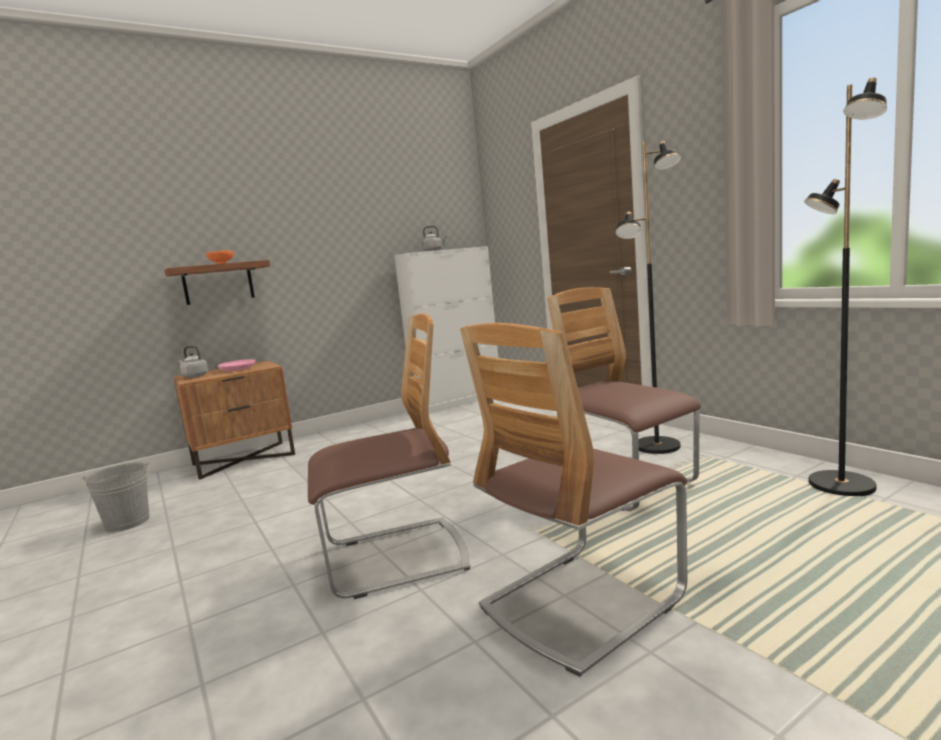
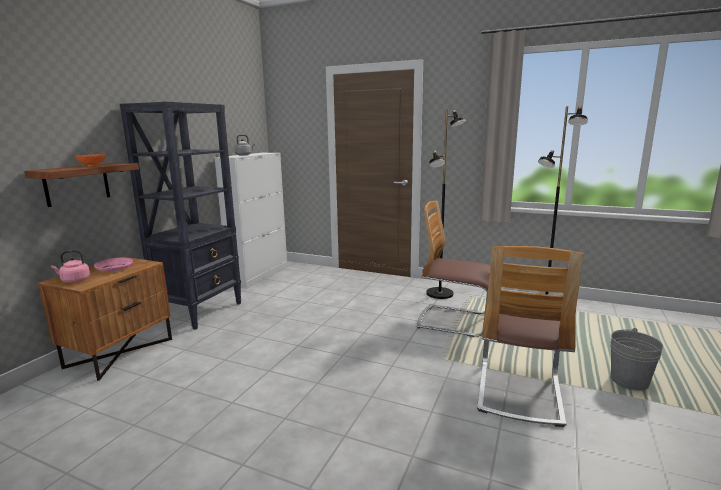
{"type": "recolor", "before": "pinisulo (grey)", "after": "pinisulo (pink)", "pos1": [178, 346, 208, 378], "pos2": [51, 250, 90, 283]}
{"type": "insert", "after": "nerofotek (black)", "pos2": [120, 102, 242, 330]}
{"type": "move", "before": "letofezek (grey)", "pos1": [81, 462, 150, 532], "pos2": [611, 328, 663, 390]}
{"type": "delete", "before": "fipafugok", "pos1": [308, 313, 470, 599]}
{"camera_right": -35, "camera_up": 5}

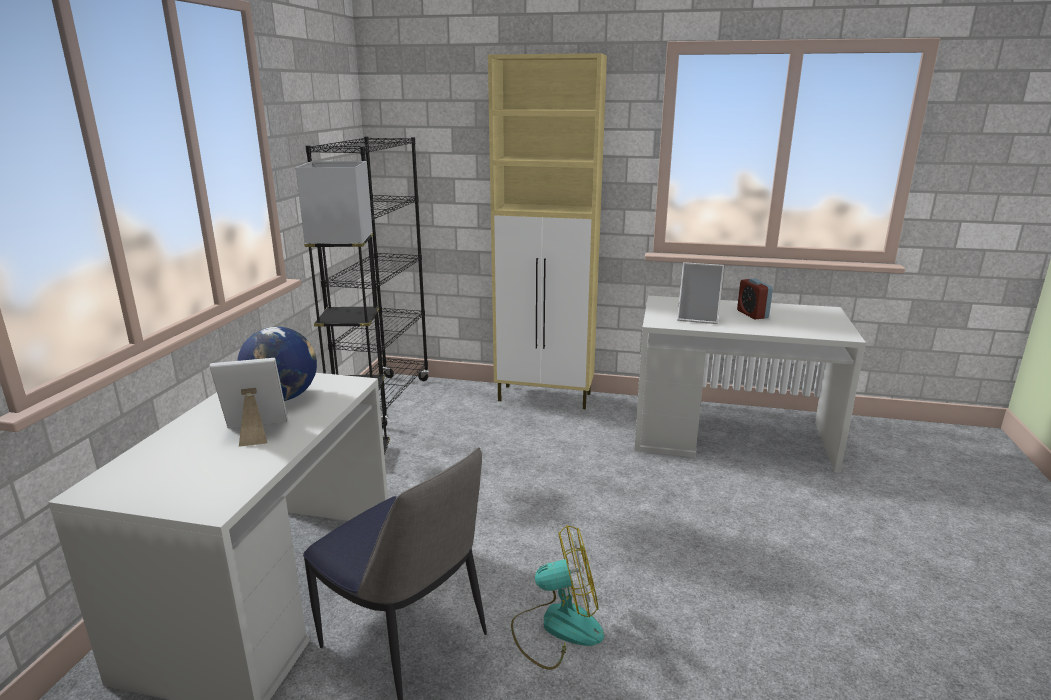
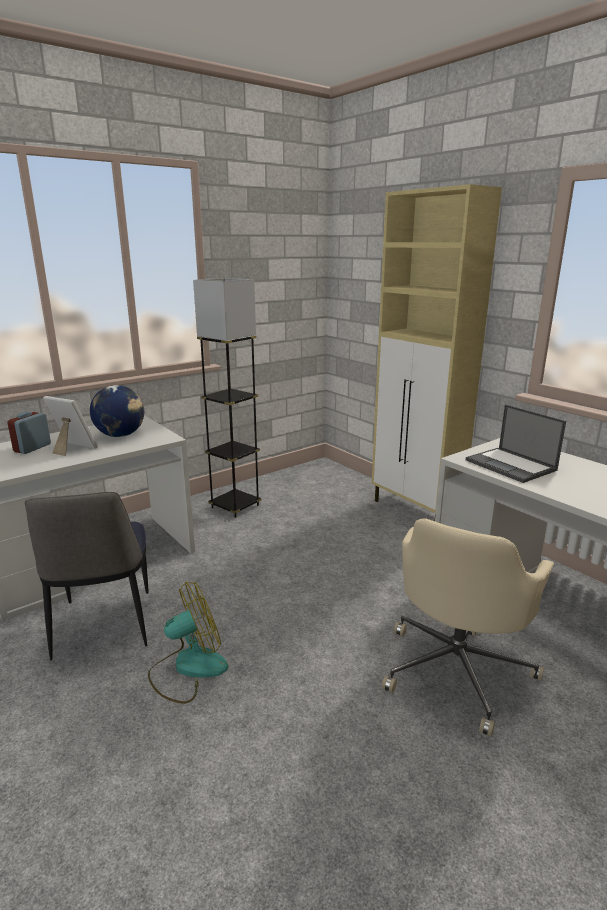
{"type": "move", "before": "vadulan", "pos1": [737, 278, 773, 320], "pos2": [7, 412, 51, 454]}
{"type": "rotate", "before": "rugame", "pos1": [511, 525, 604, 670], "pos2": [148, 582, 228, 704], "turn": -60}
{"type": "insert", "after": "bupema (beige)", "pos2": [382, 519, 554, 736]}
{"type": "replace", "before": "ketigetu", "after": "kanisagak", "pos1": [677, 262, 724, 324], "pos2": [466, 404, 566, 483]}
{"type": "delete", "before": "nerofotek (black)", "pos1": [306, 137, 429, 428]}
{"camera_right": 40, "camera_up": 0}

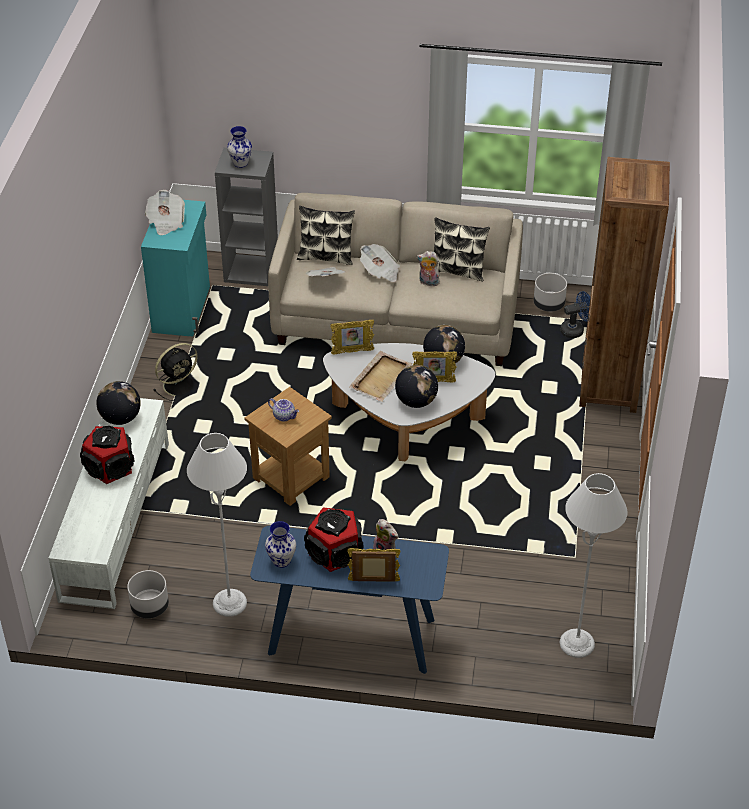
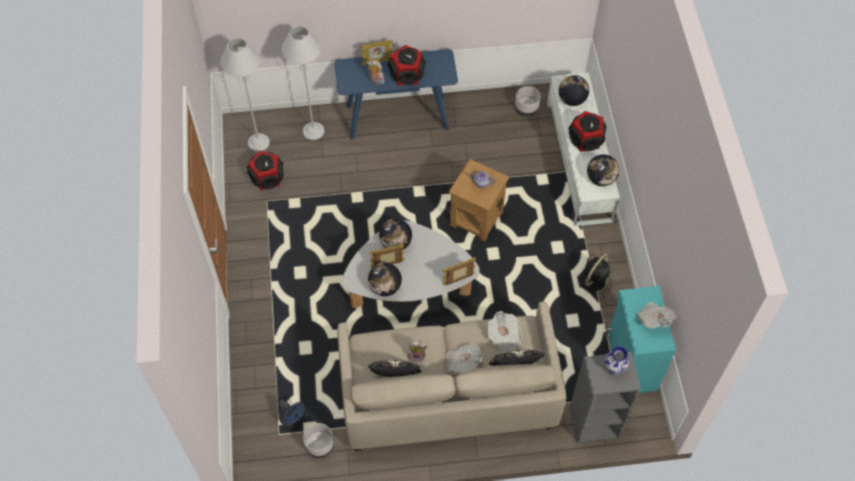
{"type": "insert", "after": "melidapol", "pos2": [247, 151, 284, 191]}
{"type": "rotate", "before": "rugame (blue)", "pos1": [560, 291, 590, 338], "pos2": [278, 399, 305, 427], "turn": -105}
{"type": "move", "before": "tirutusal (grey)", "pos1": [187, 433, 247, 617], "pos2": [282, 26, 325, 140]}
{"type": "insert", "after": "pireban", "pos2": [559, 75, 589, 106]}
{"type": "delete", "before": "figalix", "pos1": [265, 521, 296, 568]}
{"type": "delete", "before": "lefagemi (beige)", "pos1": [349, 351, 412, 402]}
{"type": "delete", "before": "nerofotek (brown)", "pos1": [579, 157, 670, 413]}
{"camera_right": 165, "camera_up": 15}

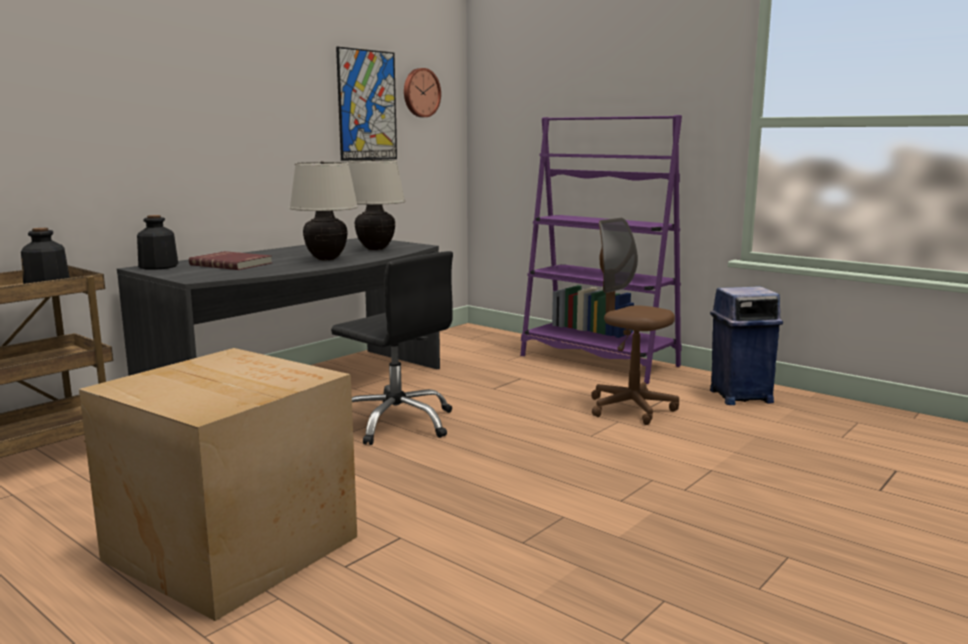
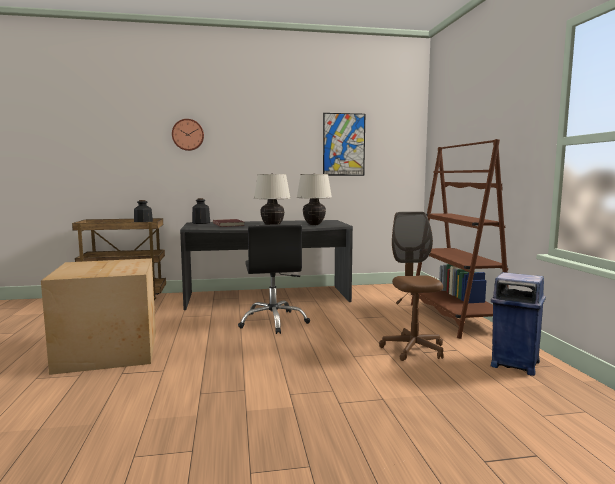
{"type": "move", "before": "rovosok", "pos1": [404, 68, 441, 117], "pos2": [172, 119, 204, 151]}
{"type": "recolor", "before": "nerofotek (purple)", "after": "nerofotek (brown)", "pos1": [520, 115, 682, 384], "pos2": [411, 139, 509, 339]}
{"camera_right": 40, "camera_up": -5}

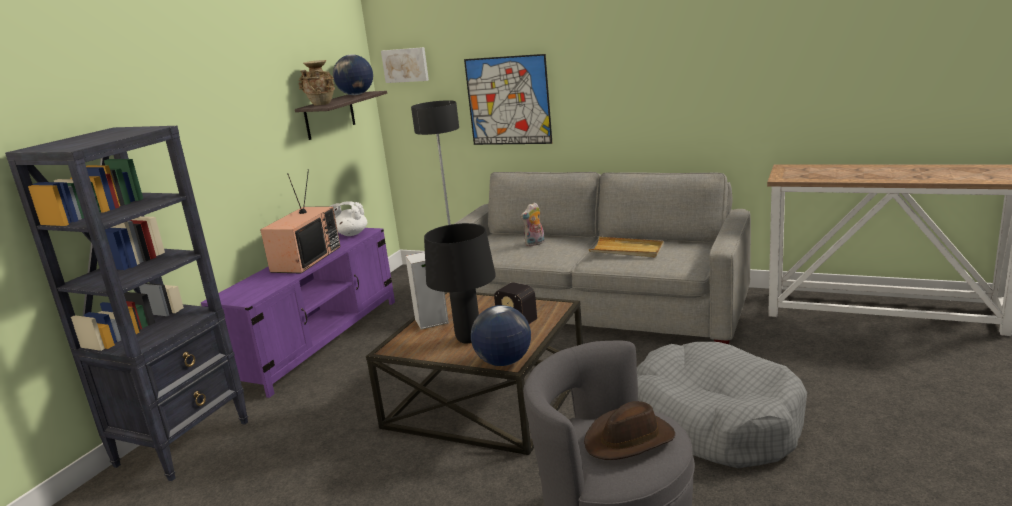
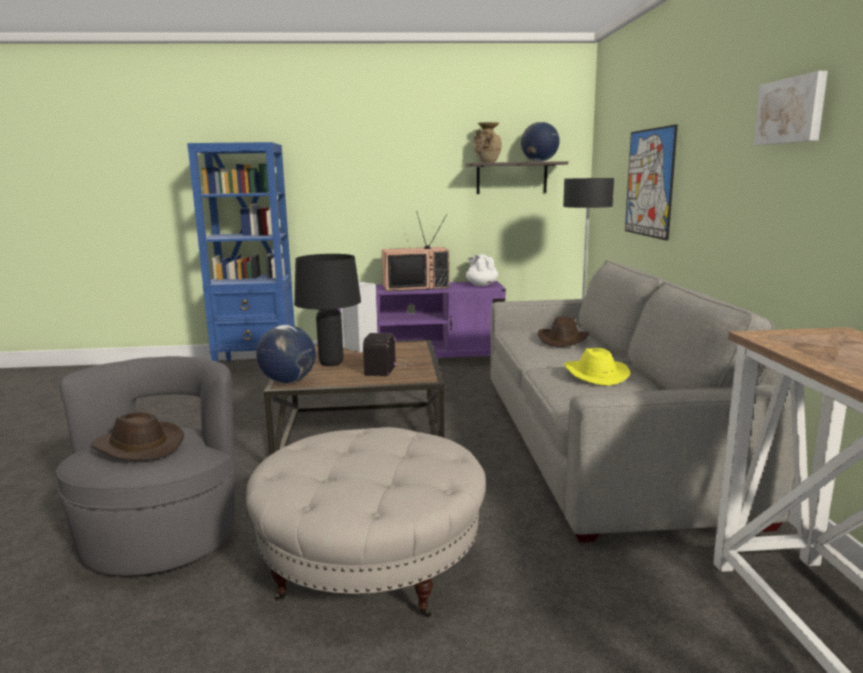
{"type": "recolor", "before": "nerofotek (black)", "after": "nerofotek (blue)", "pos1": [5, 126, 248, 481], "pos2": [187, 142, 295, 362]}
{"type": "replace", "before": "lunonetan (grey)", "after": "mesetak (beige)", "pos1": [637, 342, 807, 468], "pos2": [246, 427, 486, 618]}
{"type": "replace", "before": "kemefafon", "after": "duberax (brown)", "pos1": [520, 202, 545, 247], "pos2": [538, 317, 590, 347]}
{"type": "replace", "before": "lefagemi (beige)", "after": "duberax (yellow)", "pos1": [589, 237, 664, 257], "pos2": [564, 348, 631, 386]}
{"type": "move", "before": "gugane", "pos1": [381, 47, 429, 83], "pos2": [753, 71, 828, 145]}
{"camera_right": 60, "camera_up": -5}

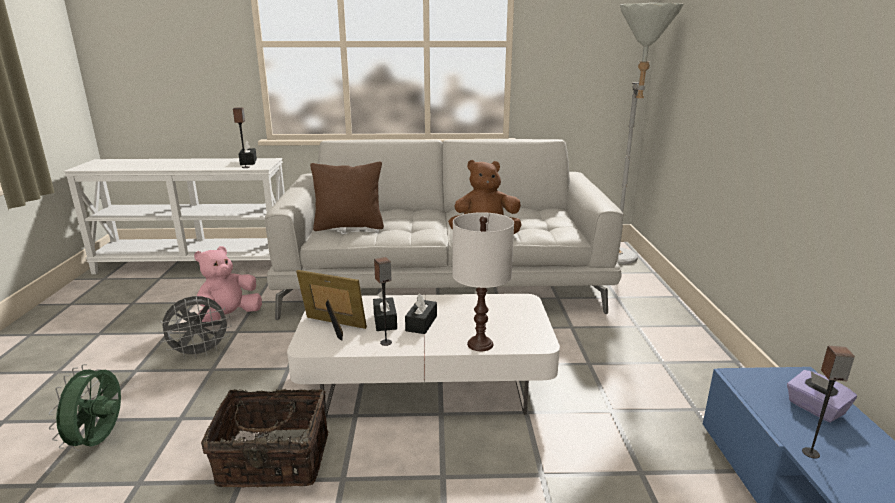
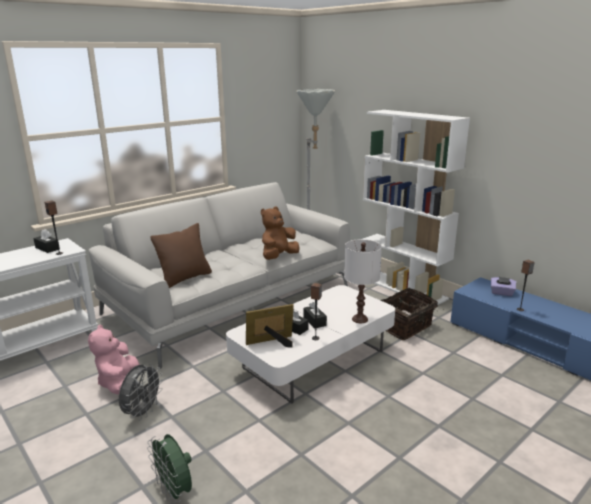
{"type": "insert", "after": "nerofotek (white)", "pos2": [363, 110, 470, 305]}
{"type": "move", "before": "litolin", "pos1": [201, 388, 329, 488], "pos2": [381, 288, 444, 340]}
{"camera_right": -40, "camera_up": 0}

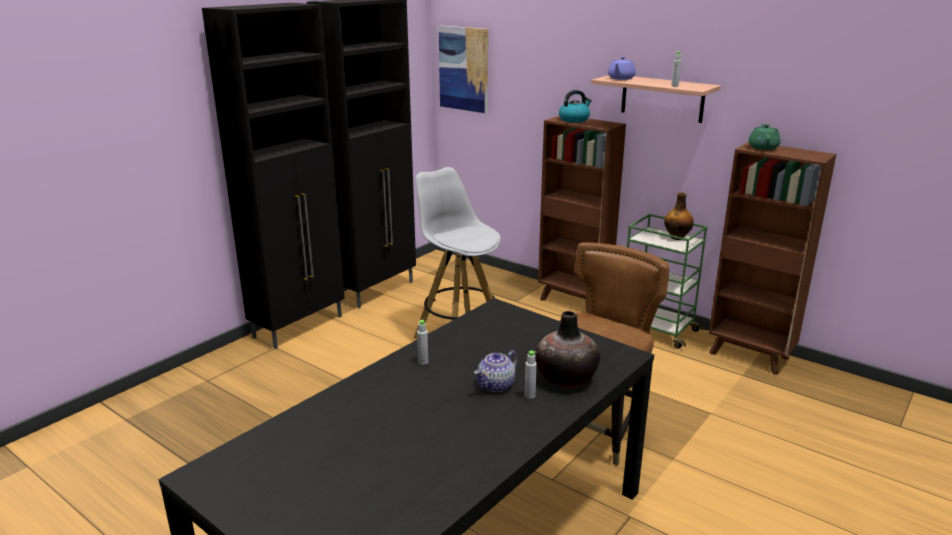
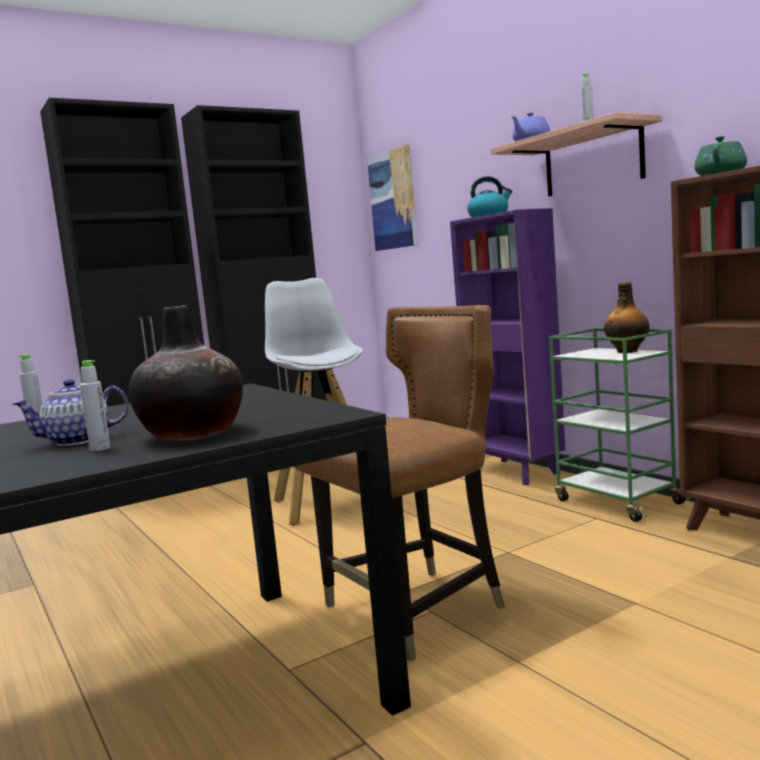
{"type": "recolor", "before": "nerofotek (brown)", "after": "nerofotek (purple)", "pos1": [538, 116, 626, 311], "pos2": [450, 208, 565, 485]}
{"camera_right": 20, "camera_up": -15}

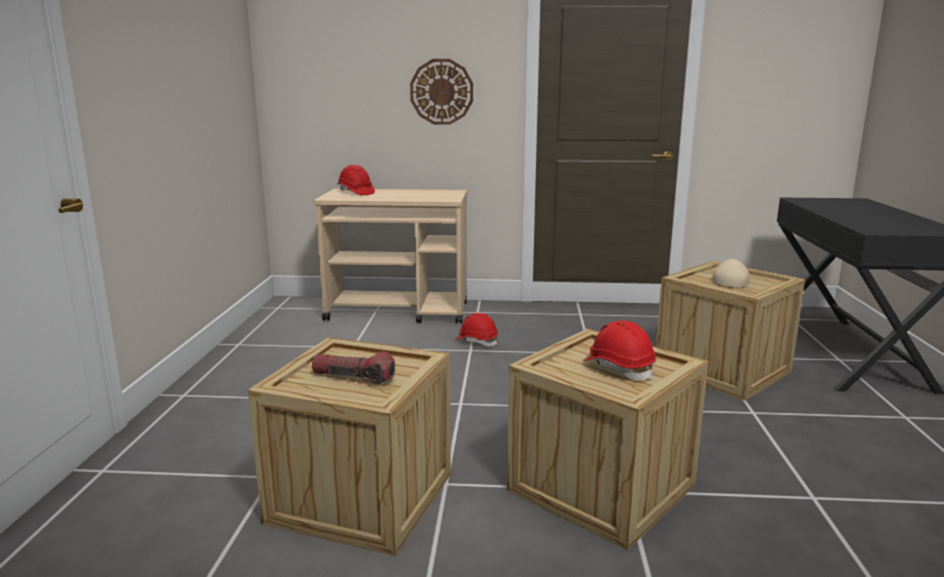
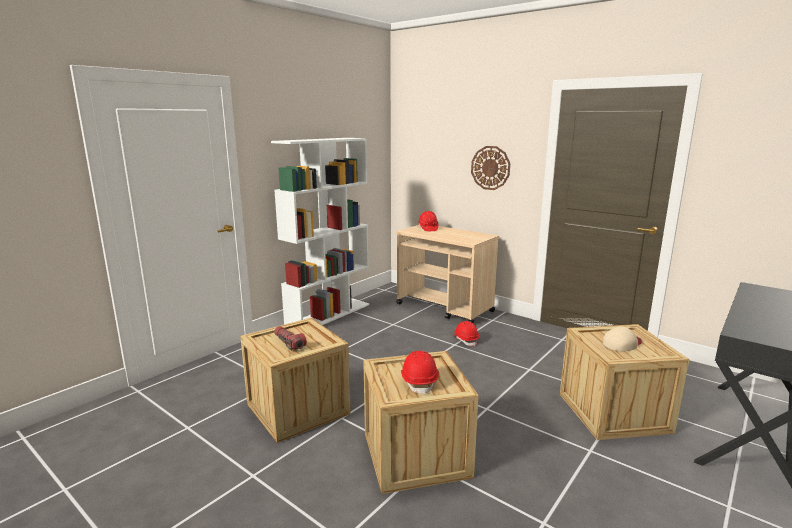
{"type": "insert", "after": "nerofotek (white)", "pos2": [271, 138, 369, 325]}
{"camera_right": 35, "camera_up": 0}

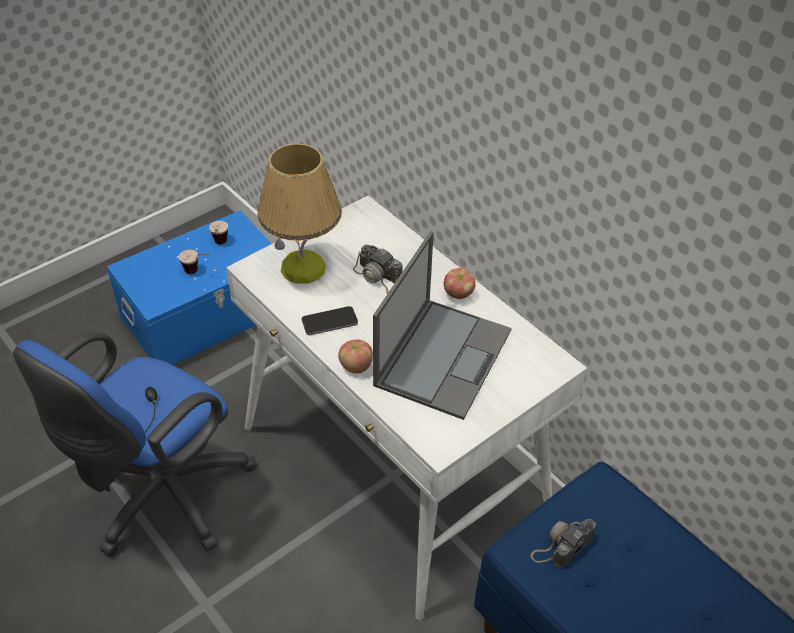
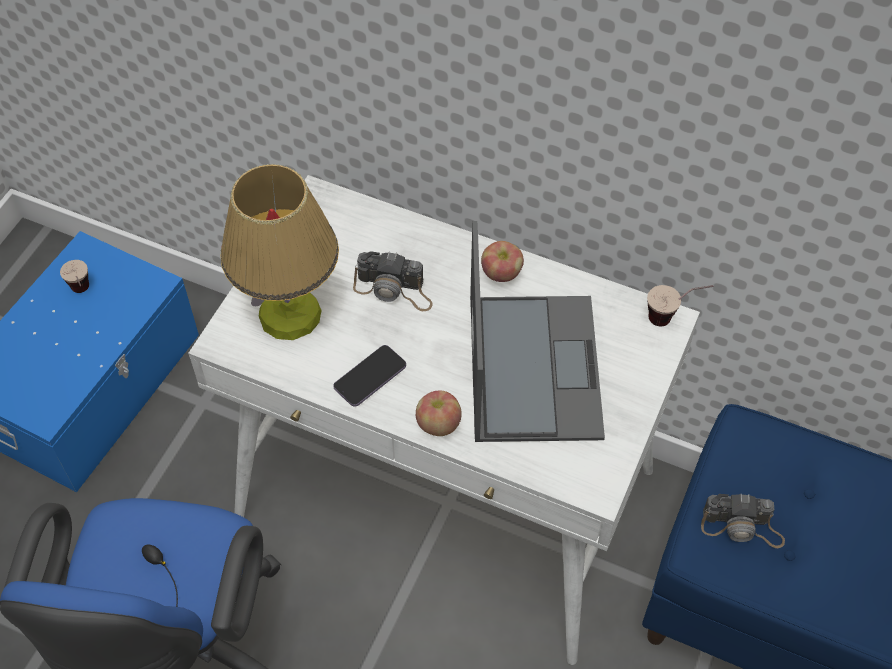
{"type": "move", "before": "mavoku", "pos1": [179, 250, 209, 274], "pos2": [647, 285, 713, 326]}
{"type": "rotate", "before": "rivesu", "pos1": [530, 519, 596, 568], "pos2": [701, 494, 785, 548], "turn": -105}
{"camera_right": -25, "camera_up": 10}

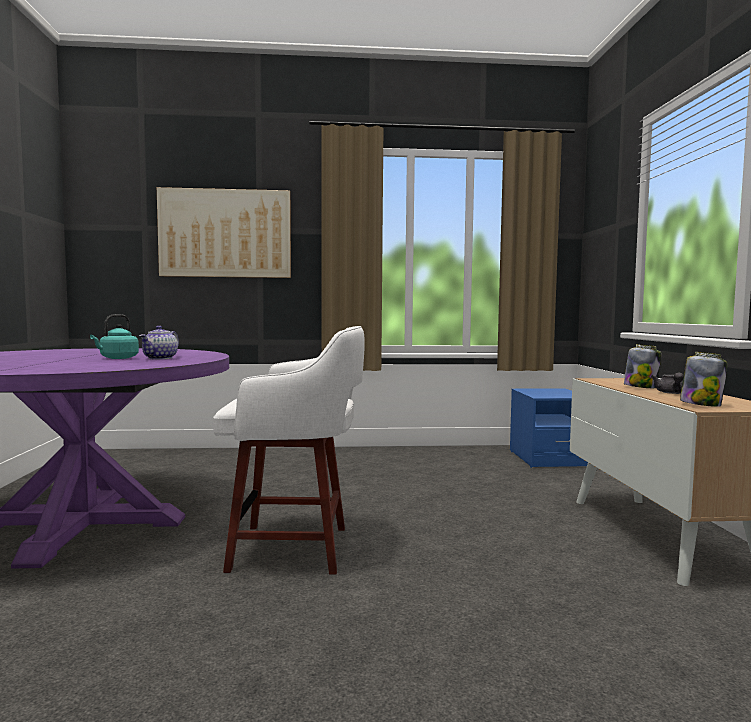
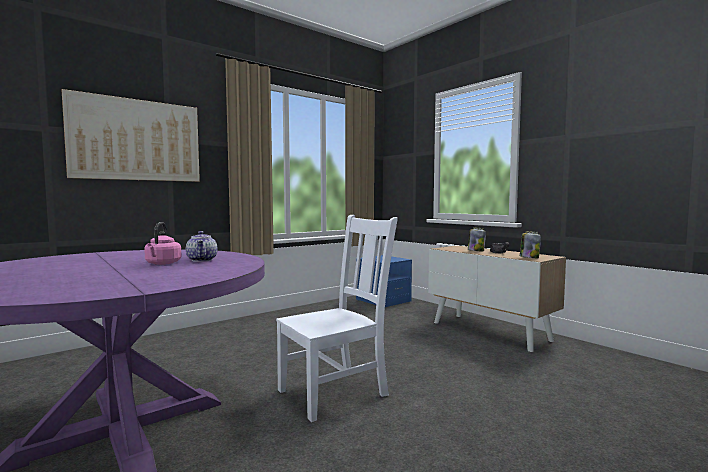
{"type": "recolor", "before": "pinisulo (turquoise)", "after": "pinisulo (pink)", "pos1": [90, 314, 139, 359], "pos2": [144, 222, 182, 265]}
{"type": "replace", "before": "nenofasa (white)", "after": "fipafugok (white)", "pos1": [213, 326, 365, 575], "pos2": [276, 215, 398, 422]}
{"camera_right": -35, "camera_up": 0}

